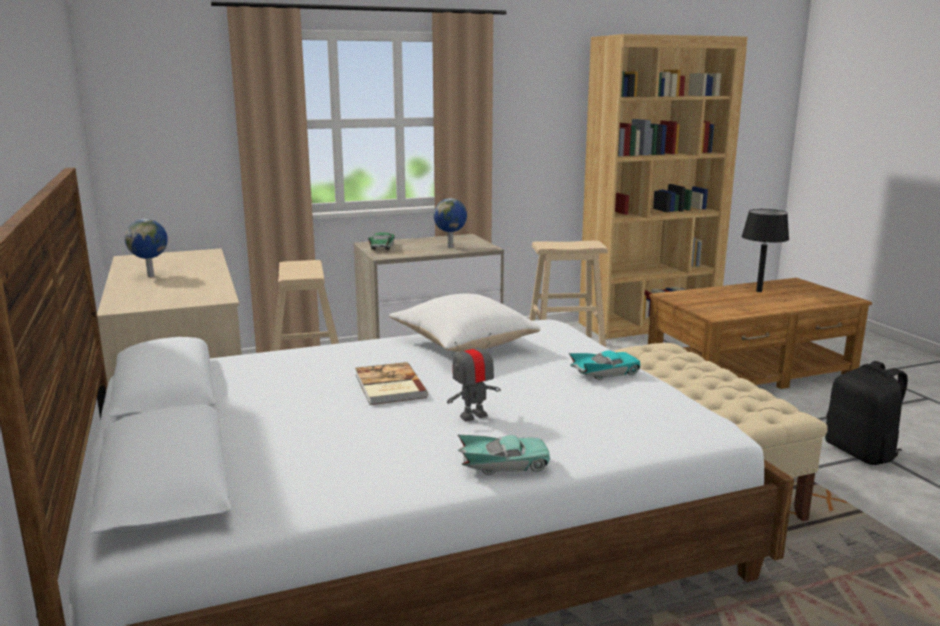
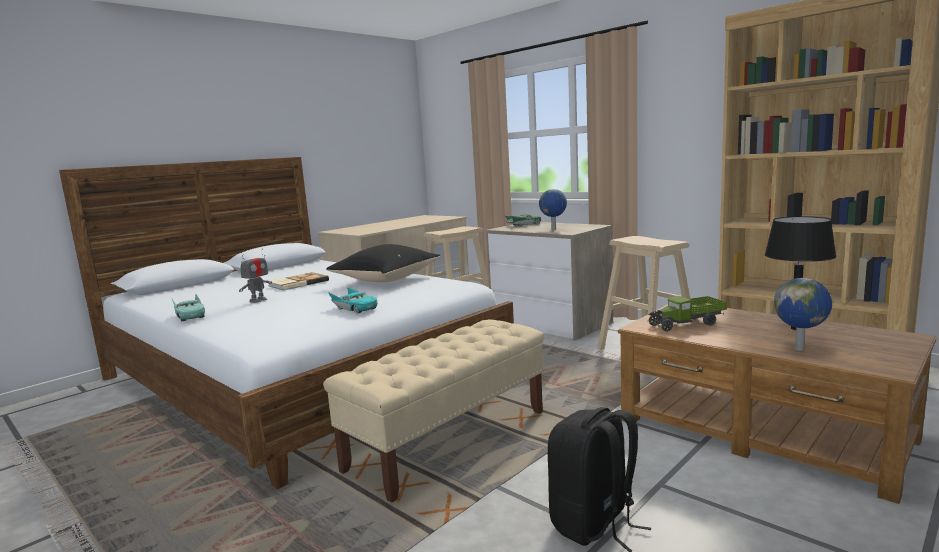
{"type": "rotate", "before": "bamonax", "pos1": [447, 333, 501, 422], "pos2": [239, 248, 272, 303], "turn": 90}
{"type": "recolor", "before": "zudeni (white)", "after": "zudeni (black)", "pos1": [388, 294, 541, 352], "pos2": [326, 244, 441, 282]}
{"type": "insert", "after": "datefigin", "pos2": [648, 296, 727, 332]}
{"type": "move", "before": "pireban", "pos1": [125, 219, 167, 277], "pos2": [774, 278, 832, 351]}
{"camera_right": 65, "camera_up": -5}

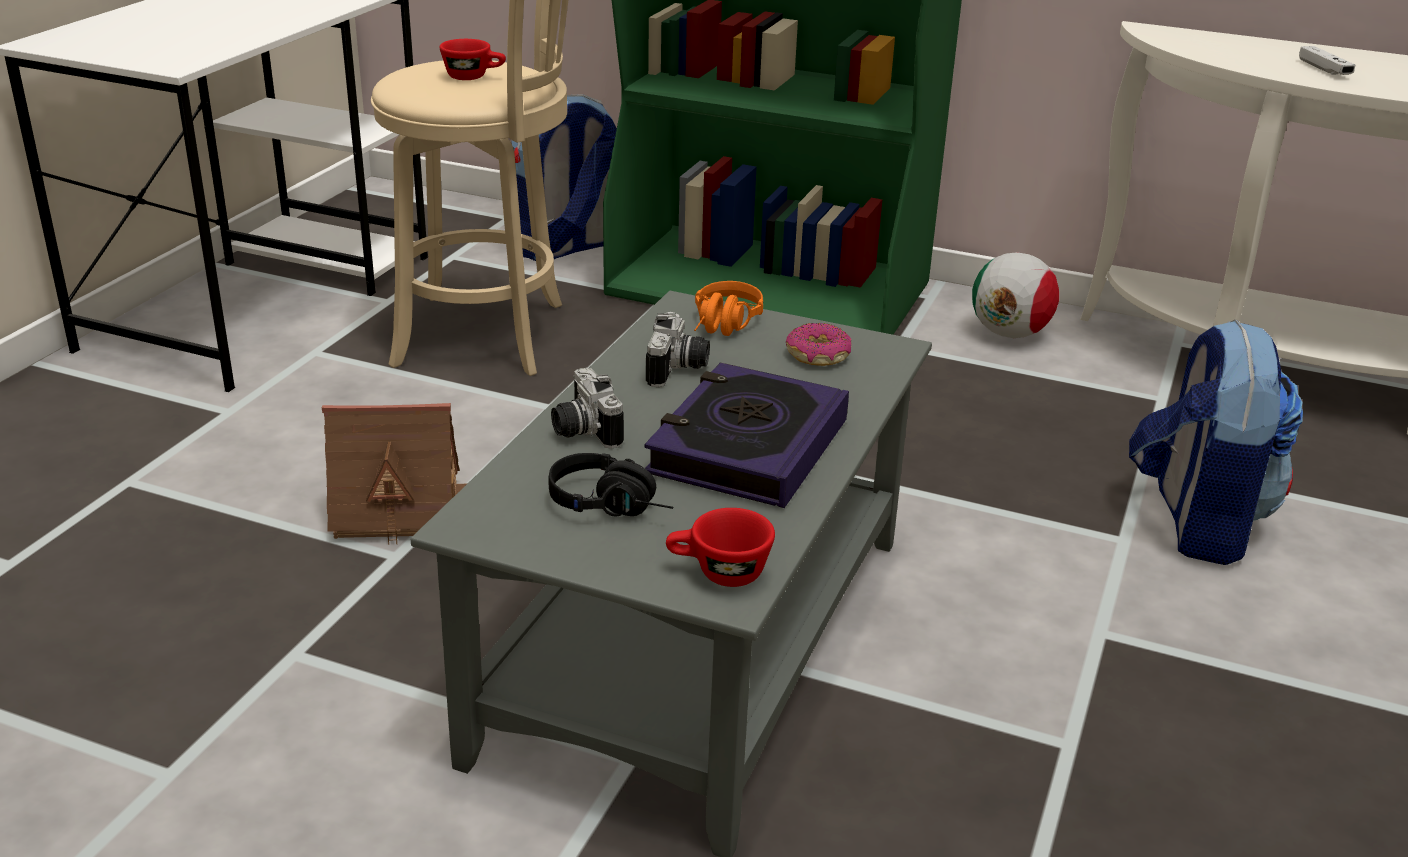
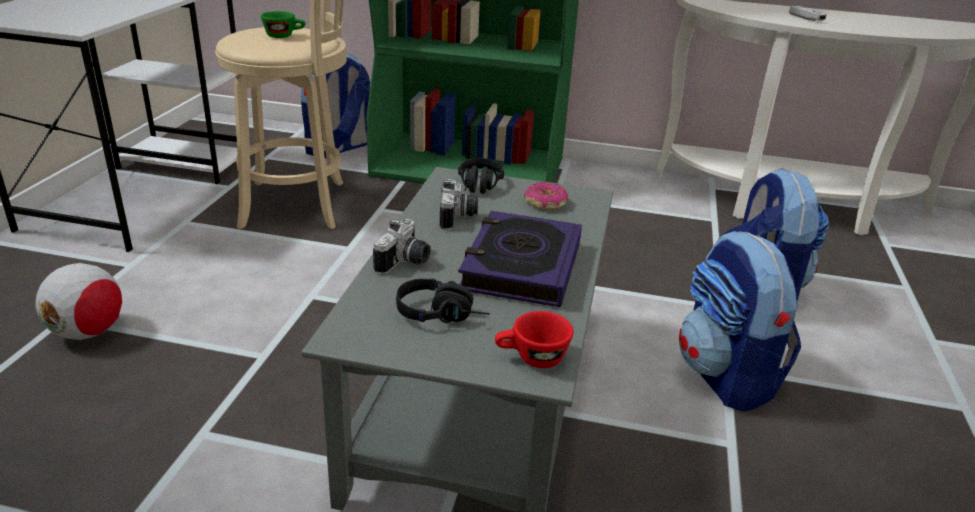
{"type": "move", "before": "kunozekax", "pos1": [972, 252, 1059, 338], "pos2": [36, 263, 122, 340]}
{"type": "recolor", "before": "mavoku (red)", "after": "mavoku (green)", "pos1": [439, 39, 506, 80], "pos2": [261, 11, 306, 38]}
{"type": "rotate", "before": "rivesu", "pos1": [551, 367, 624, 449], "pos2": [373, 219, 431, 275], "turn": -120}
{"type": "recolor", "before": "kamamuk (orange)", "after": "kamamuk (black)", "pos1": [694, 281, 763, 336], "pos2": [458, 158, 504, 194]}
{"type": "insert", "after": "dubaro", "pos2": [679, 231, 801, 412]}
{"type": "delete", "before": "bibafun", "pos1": [322, 403, 467, 545]}
{"camera_right": -10, "camera_up": 0}

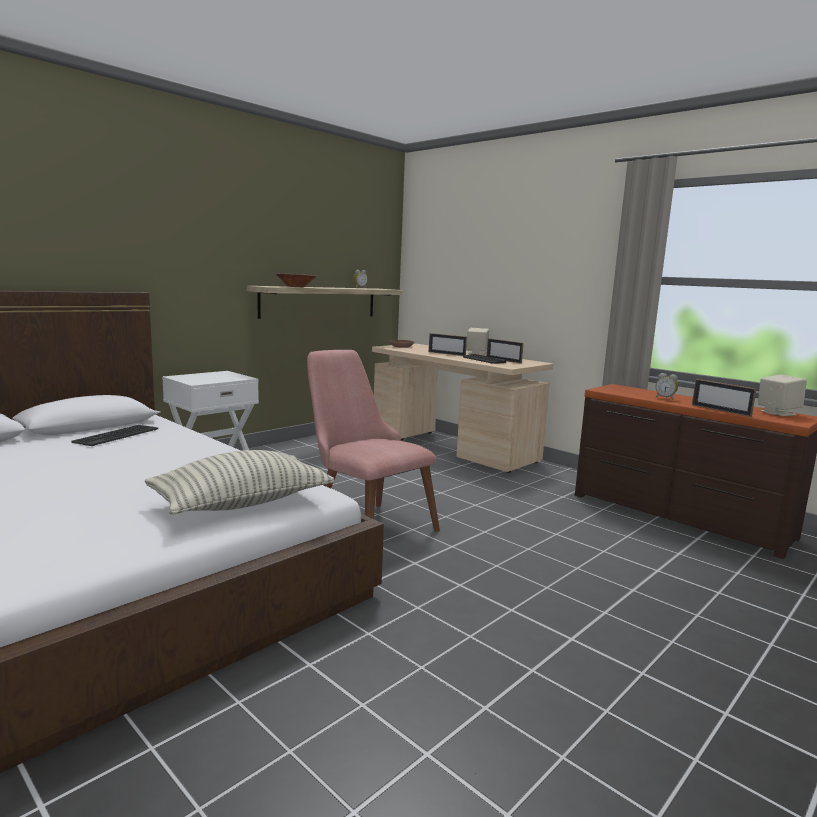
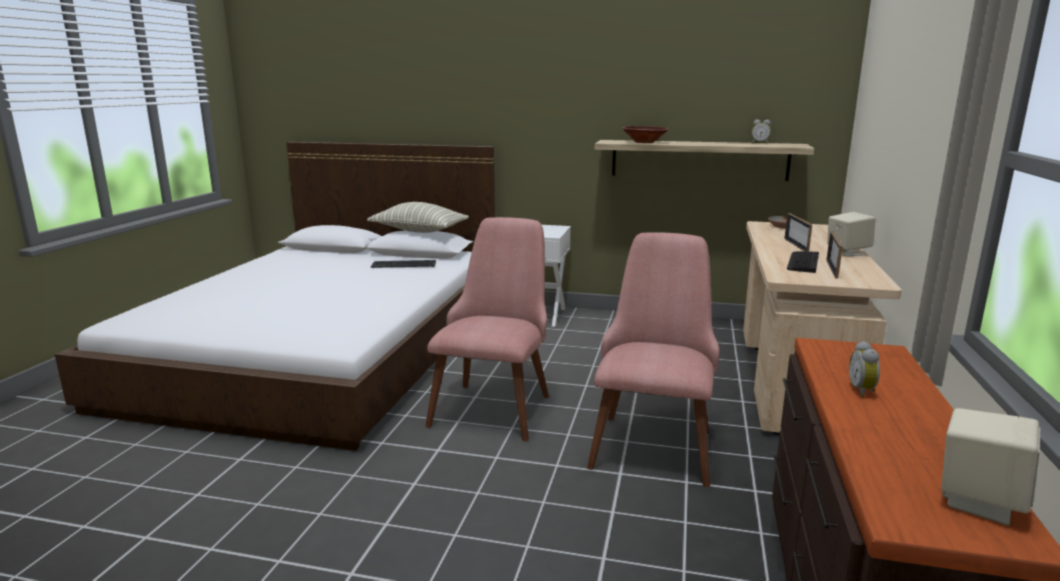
{"type": "move", "before": "zudeni", "pos1": [145, 450, 334, 515], "pos2": [367, 202, 469, 233]}
{"type": "insert", "after": "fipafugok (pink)", "pos2": [587, 232, 720, 487]}
{"type": "delete", "before": "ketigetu", "pos1": [692, 379, 756, 417]}
{"camera_right": 60, "camera_up": 5}

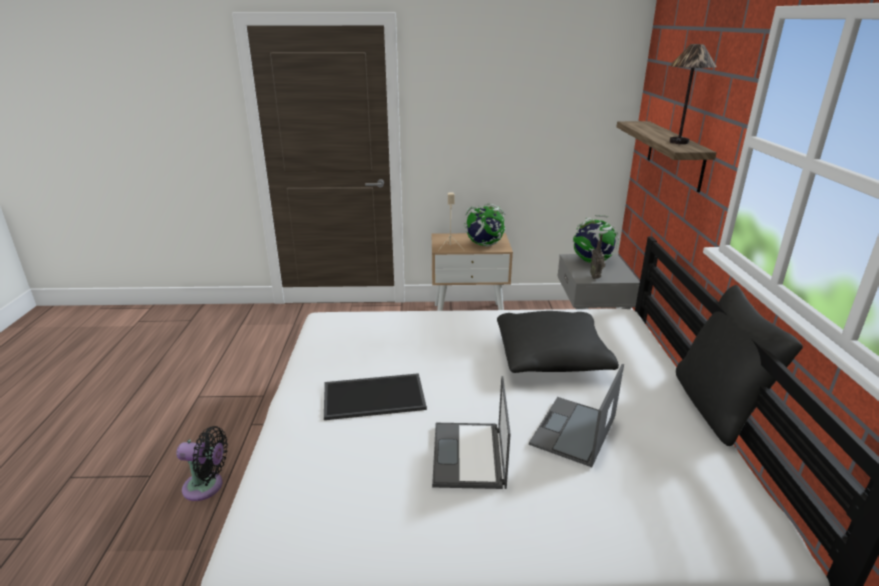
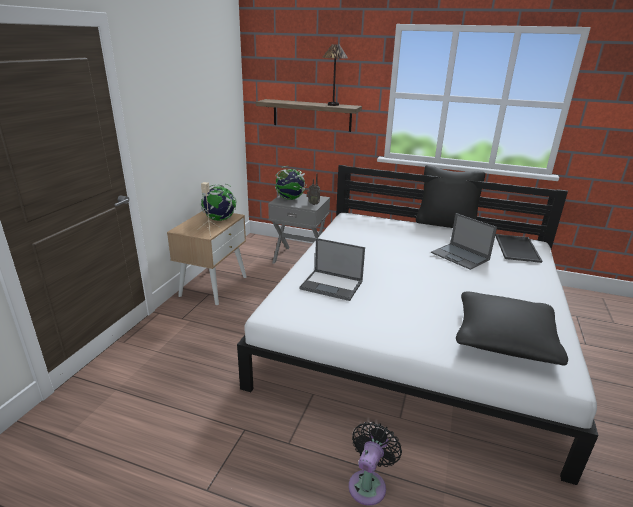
{"type": "move", "before": "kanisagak", "pos1": [432, 376, 511, 489], "pos2": [300, 238, 365, 301]}
{"type": "move", "before": "zudeni (black)", "pos1": [497, 311, 619, 373], "pos2": [456, 292, 568, 366]}
{"type": "move", "before": "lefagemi", "pos1": [324, 373, 427, 420], "pos2": [495, 234, 542, 263]}
{"camera_right": -70, "camera_up": 0}

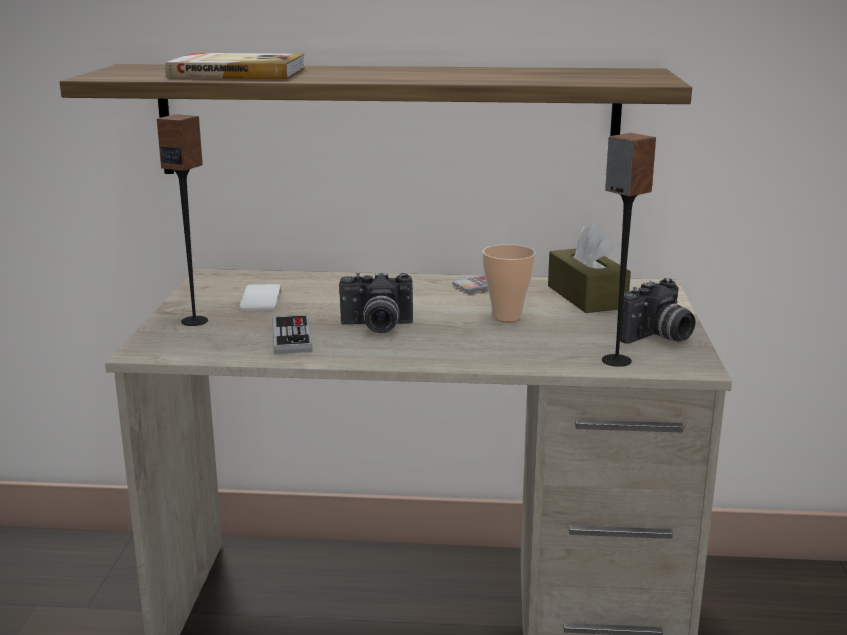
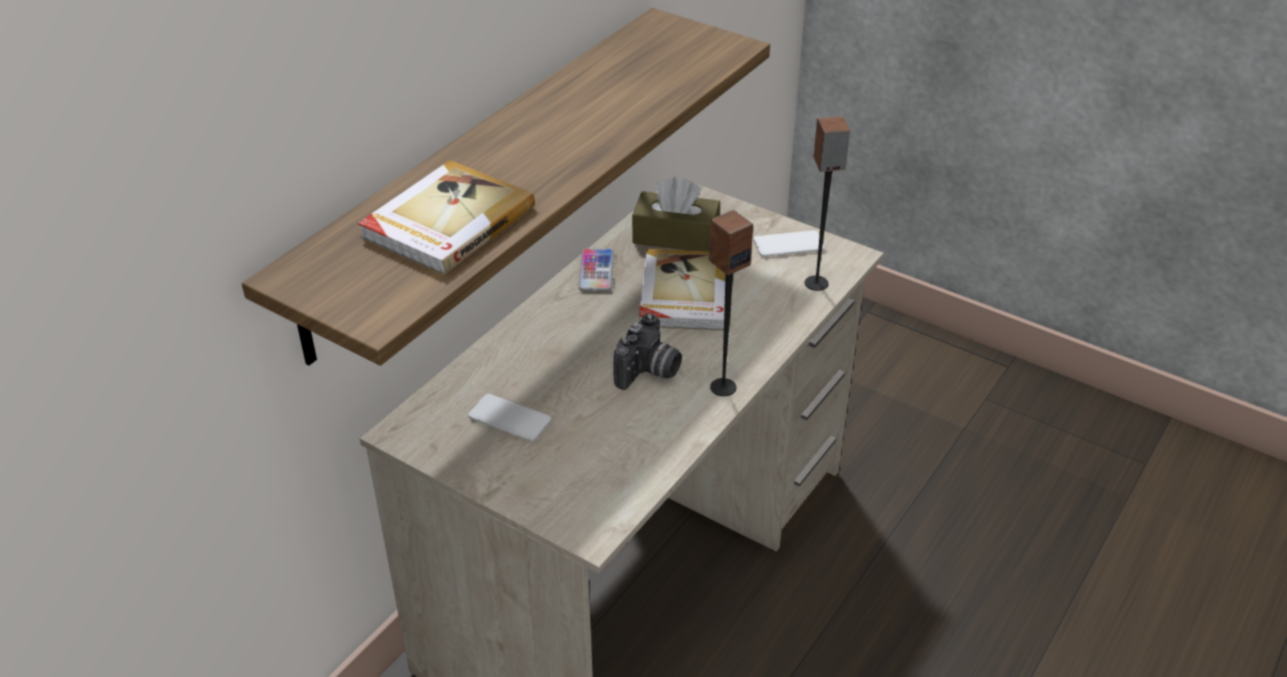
{"type": "replace", "before": "mavoku", "after": "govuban", "pos1": [482, 244, 536, 322], "pos2": [639, 249, 731, 331]}
{"type": "move", "before": "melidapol", "pos1": [157, 114, 208, 326], "pos2": [709, 210, 753, 396]}
{"type": "replace", "before": "rivesu", "after": "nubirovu", "pos1": [620, 278, 696, 344], "pos2": [754, 230, 825, 257]}
{"type": "delete", "before": "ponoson", "pos1": [273, 315, 313, 354]}
{"camera_right": -60, "camera_up": 20}

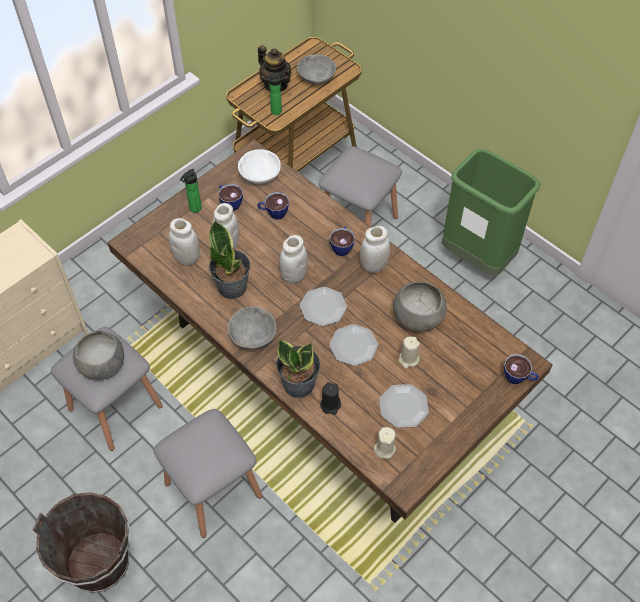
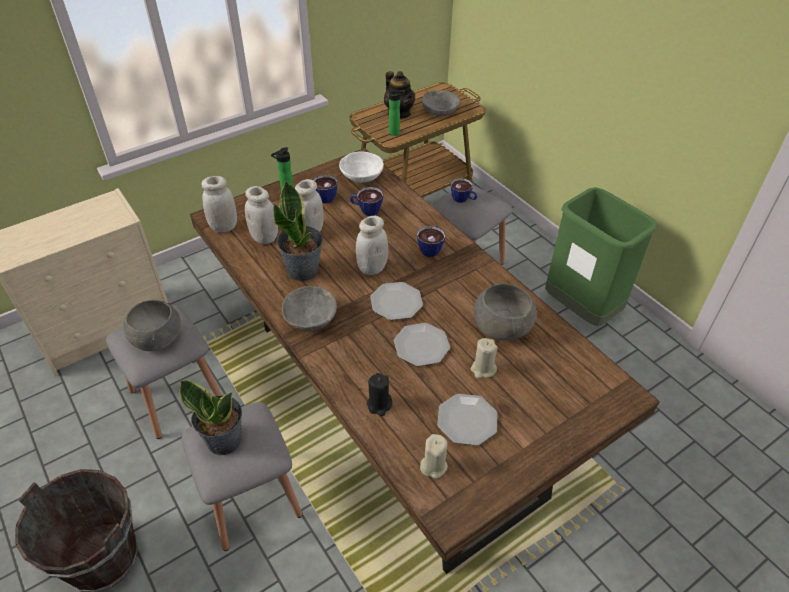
{"type": "move", "before": "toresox", "pos1": [276, 340, 320, 398], "pos2": [179, 380, 242, 455]}
{"type": "move", "before": "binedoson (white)", "pos1": [360, 226, 390, 273], "pos2": [202, 176, 237, 232]}
{"type": "move", "before": "mavoku", "pos1": [504, 354, 539, 384], "pos2": [451, 178, 477, 203]}
{"camera_right": 10, "camera_up": -10}

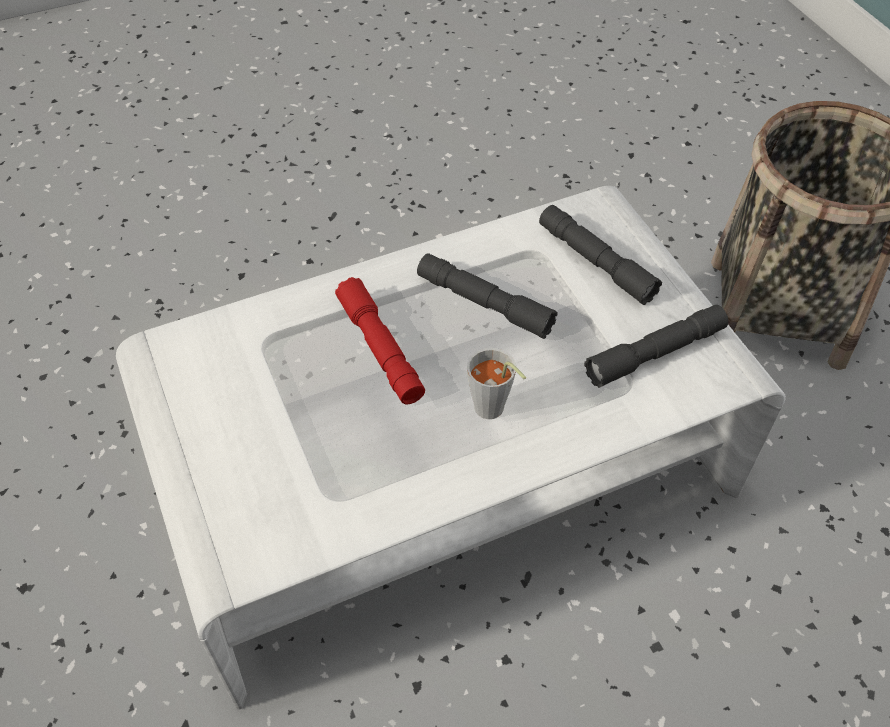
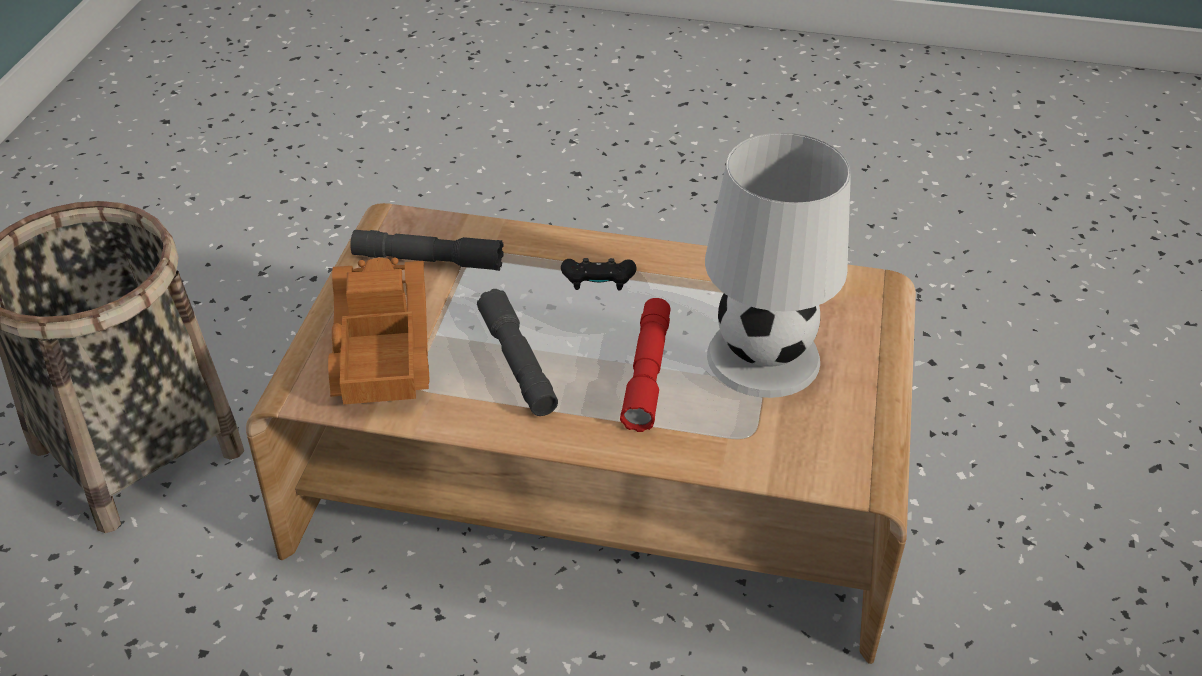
{"type": "recolor", "before": "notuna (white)", "after": "notuna (brown)", "pos1": [116, 186, 786, 710], "pos2": [246, 203, 916, 664]}
{"type": "replace", "before": "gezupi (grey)", "after": "datefigin", "pos1": [539, 205, 662, 305], "pos2": [328, 258, 429, 404]}
{"type": "replace", "before": "mavoku (grey)", "after": "ponoson (black)", "pos1": [467, 348, 526, 419], "pos2": [561, 258, 636, 291]}
{"type": "insert", "after": "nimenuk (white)", "pos2": [705, 133, 851, 398]}
{"camera_right": -145, "camera_up": -10}

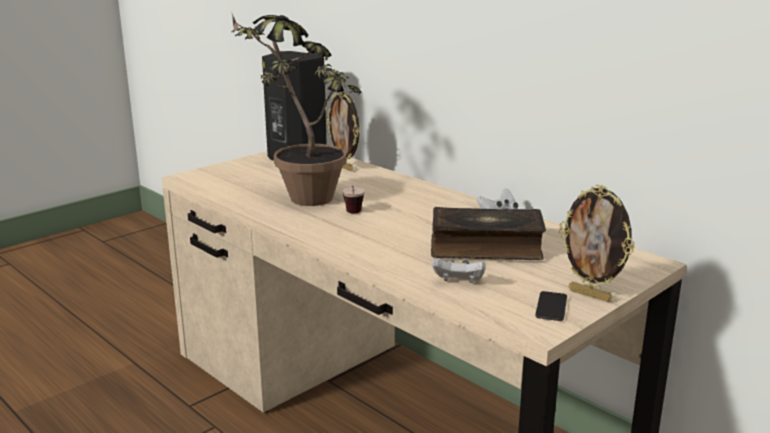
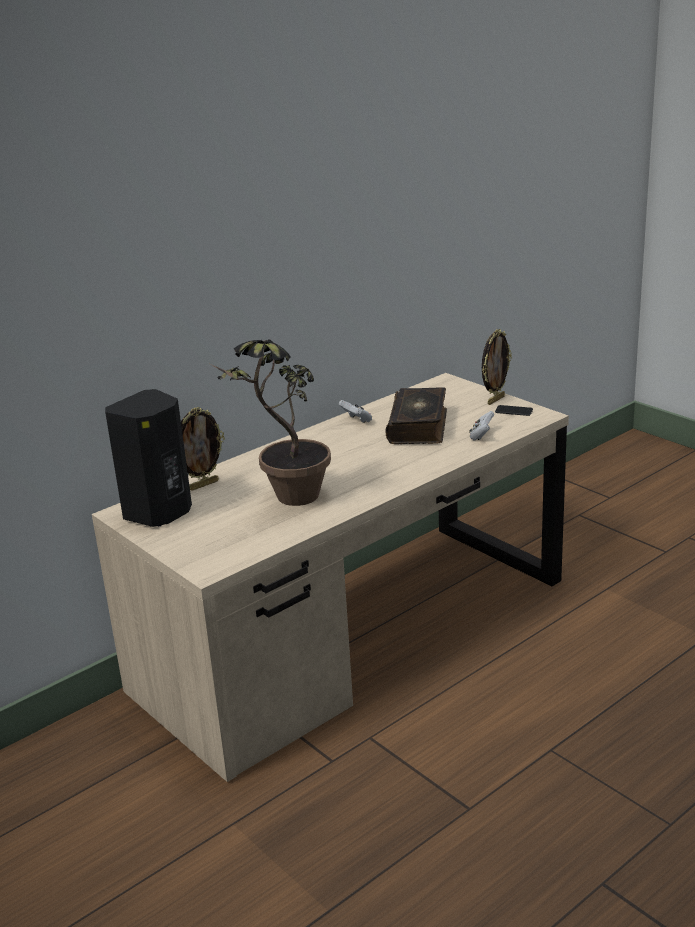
{"type": "delete", "before": "mavoku", "pos1": [343, 185, 365, 213]}
{"camera_right": -85, "camera_up": 5}

